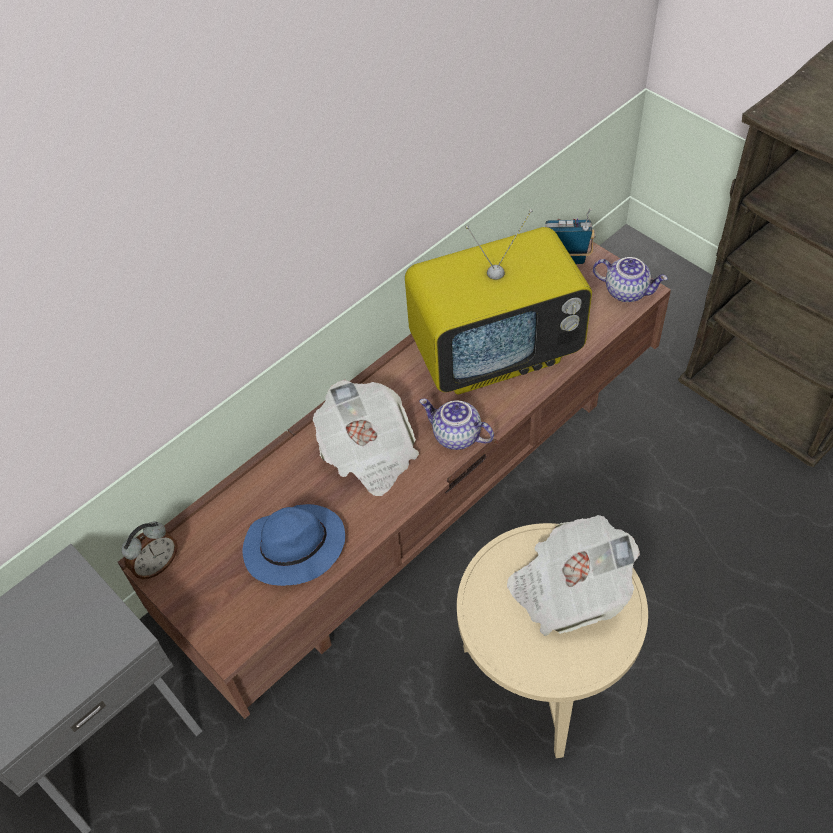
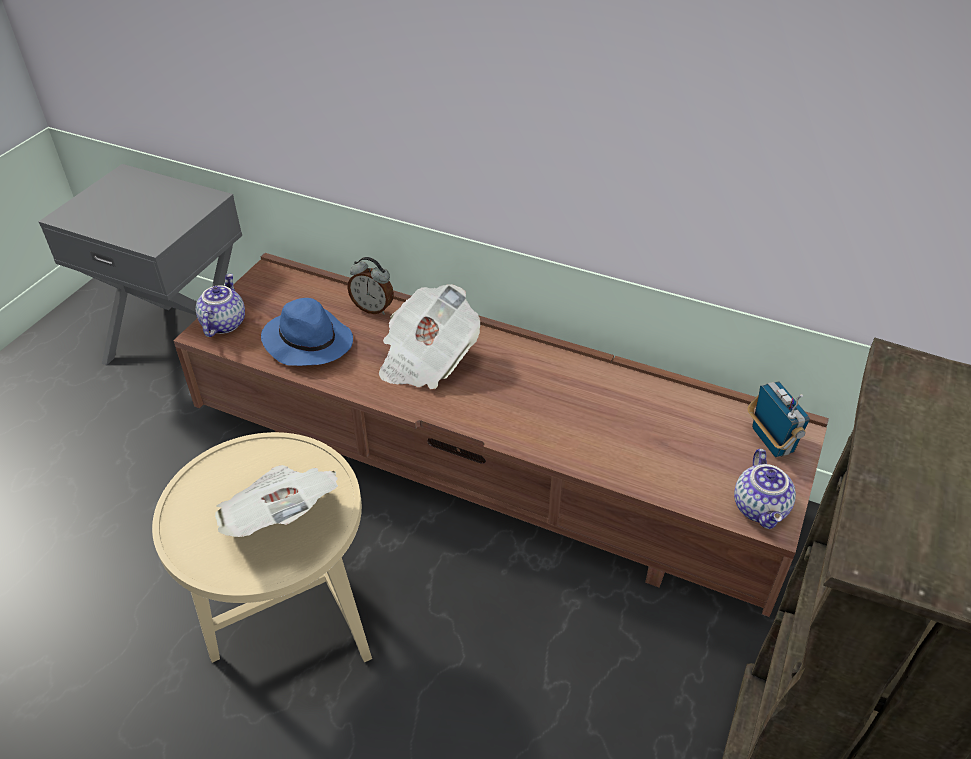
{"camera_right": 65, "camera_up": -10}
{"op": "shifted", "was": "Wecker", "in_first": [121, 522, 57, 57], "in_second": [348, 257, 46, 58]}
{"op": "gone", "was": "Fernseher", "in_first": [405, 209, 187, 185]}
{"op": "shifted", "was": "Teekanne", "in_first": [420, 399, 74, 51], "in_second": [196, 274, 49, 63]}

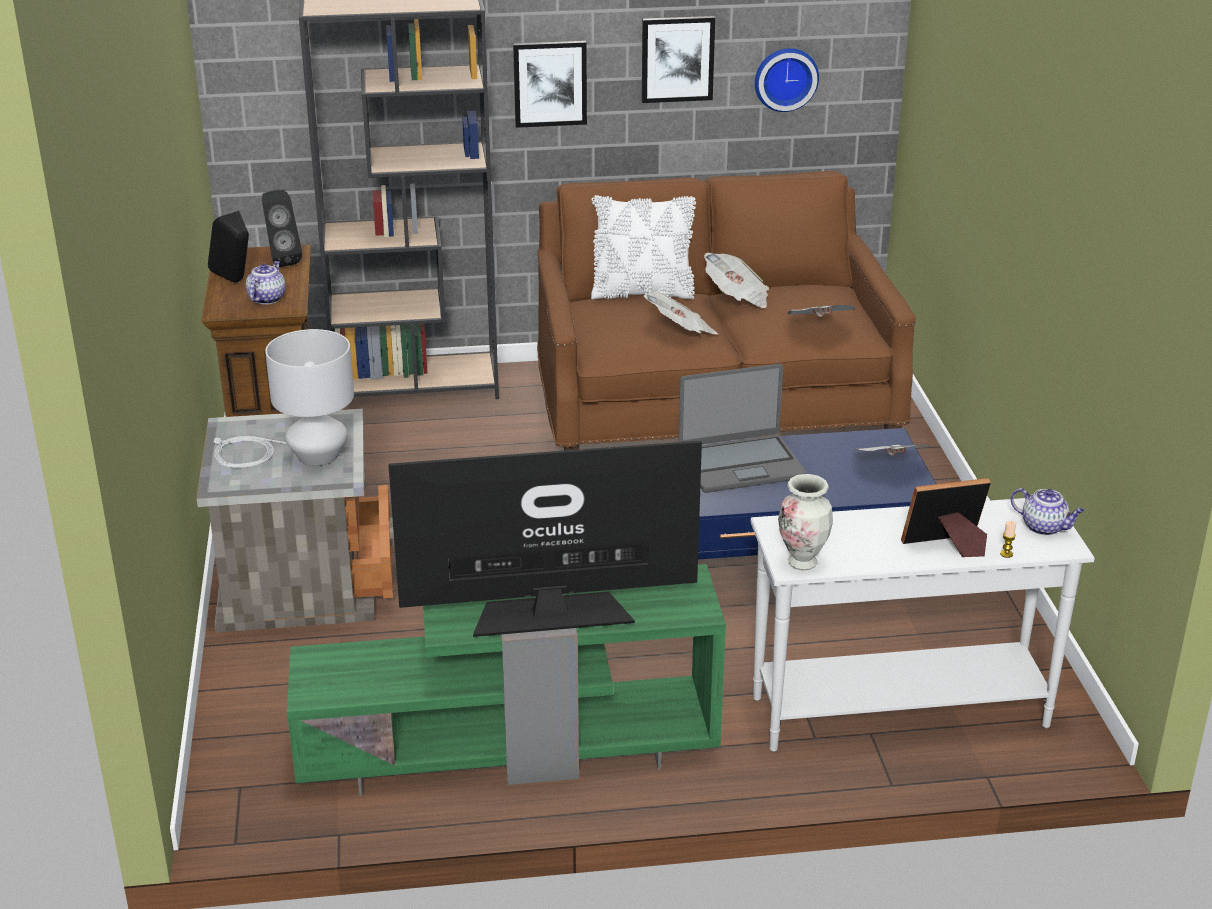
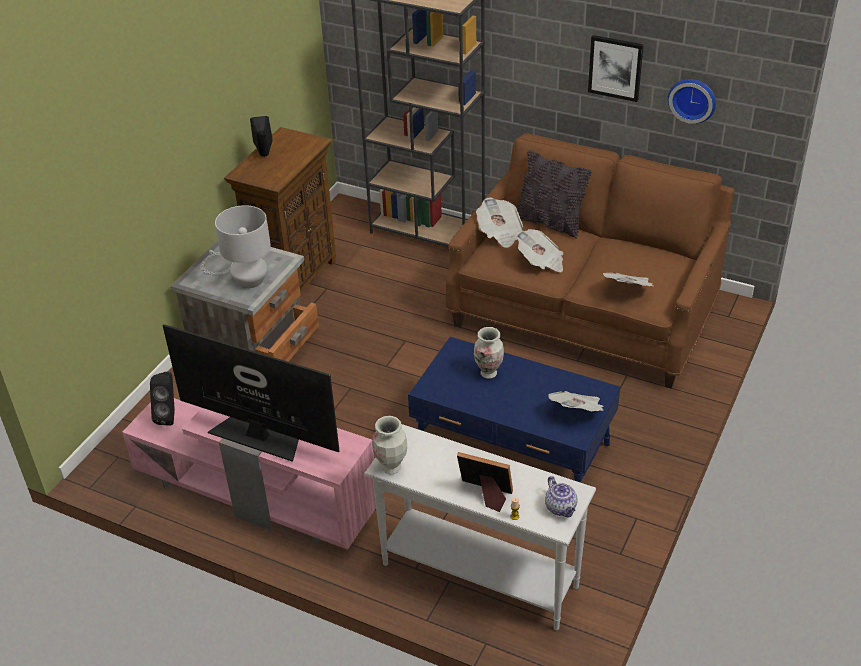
{"camera_right": 35, "camera_up": 10}
{"op": "gone", "was": "Teekanne", "in_first": [246, 261, 40, 43]}
{"op": "shifted", "was": "Lautsprecher (schwarz)", "in_first": [262, 190, 40, 77], "in_second": [150, 372, 25, 54]}
{"op": "repainted", "was": "Fernsehschrank (grün)", "now": "Fernsehschrank (rosa)", "in_first": [287, 564, 439, 232], "in_second": [122, 398, 254, 152]}
{"op": "gone", "was": "Bild", "in_first": [513, 41, 74, 87]}
{"op": "repainted", "was": "Kissen (weiß)", "now": "Kissen (schwarz)", "in_first": [591, 195, 105, 105], "in_second": [517, 150, 75, 89]}
{"op": "swapped", "was": "Laptop", "now": "Vase", "in_first": [679, 364, 128, 129], "in_second": [474, 327, 30, 52]}
{"op": "shifted", "was": "Zeitung", "in_first": [704, 253, 65, 55], "in_second": [476, 197, 47, 51]}

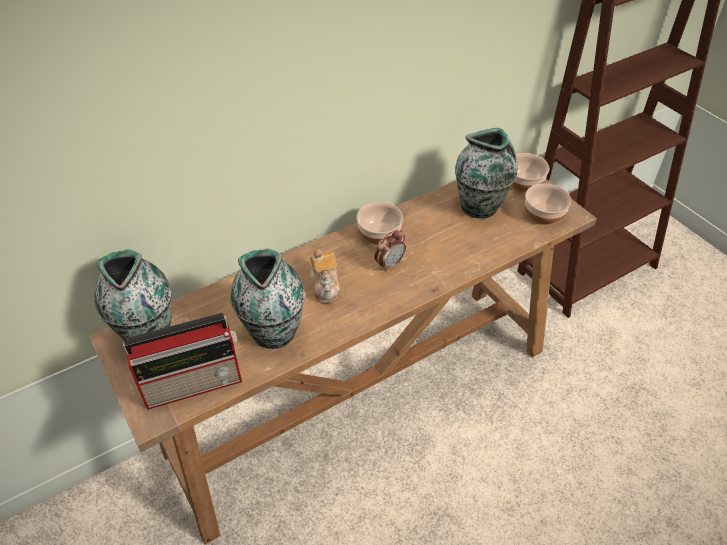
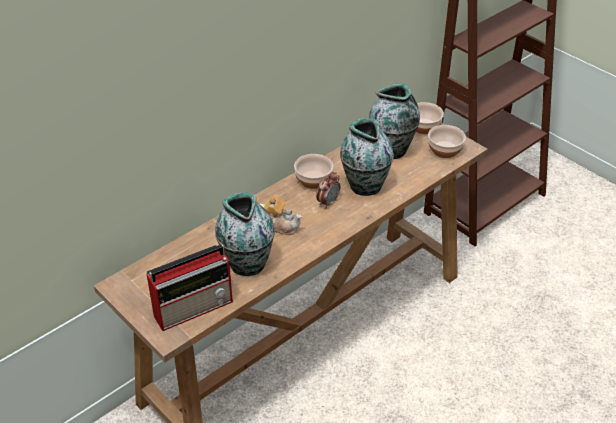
{"camera_right": -10, "camera_up": -5}
{"op": "shifted", "was": "Vase", "in_first": [94, 249, 78, 92], "in_second": [340, 118, 54, 78]}
{"op": "rotated", "was": "Teekanne", "in_first": [310, 249, 31, 55], "in_second": [260, 195, 42, 40], "clockwise": -45}

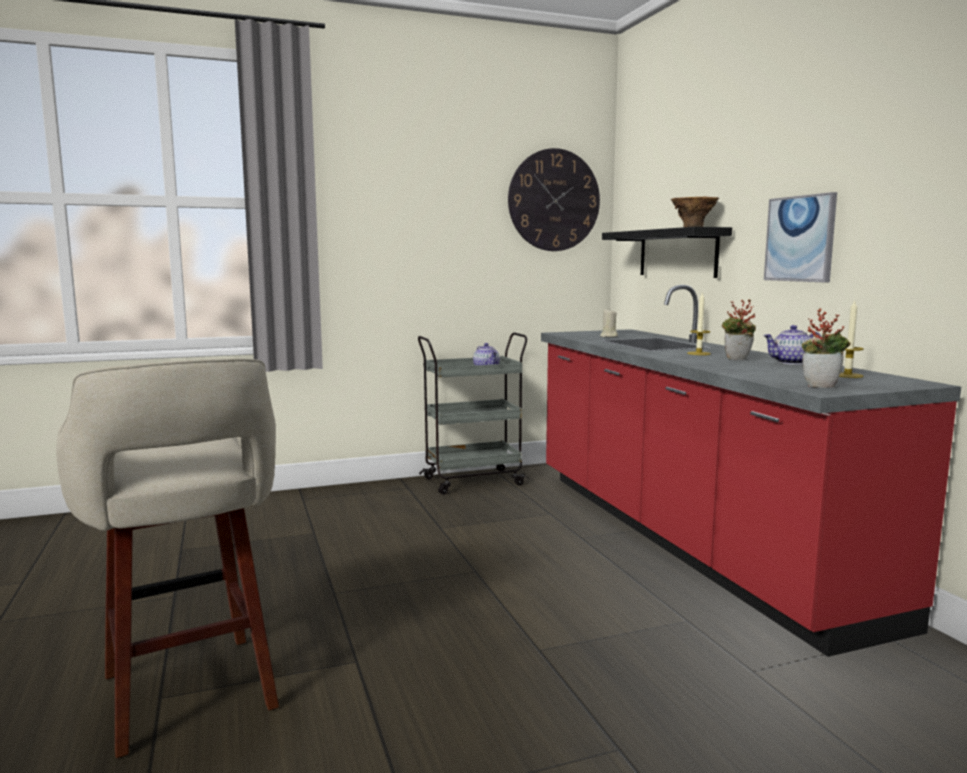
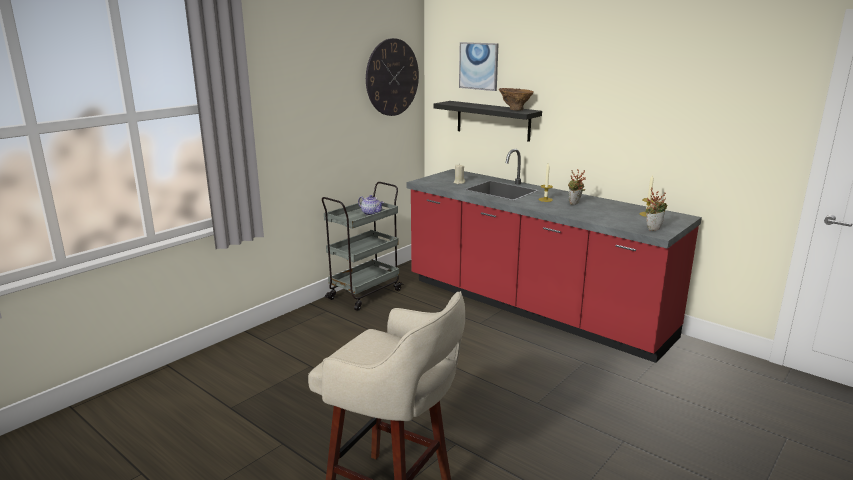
{"camera_right": -30, "camera_up": 10}
{"op": "gone", "was": "Teekanne", "in_first": [763, 325, 58, 40]}
{"op": "shifted", "was": "Bild", "in_first": [764, 192, 73, 91], "in_second": [459, 42, 40, 49]}

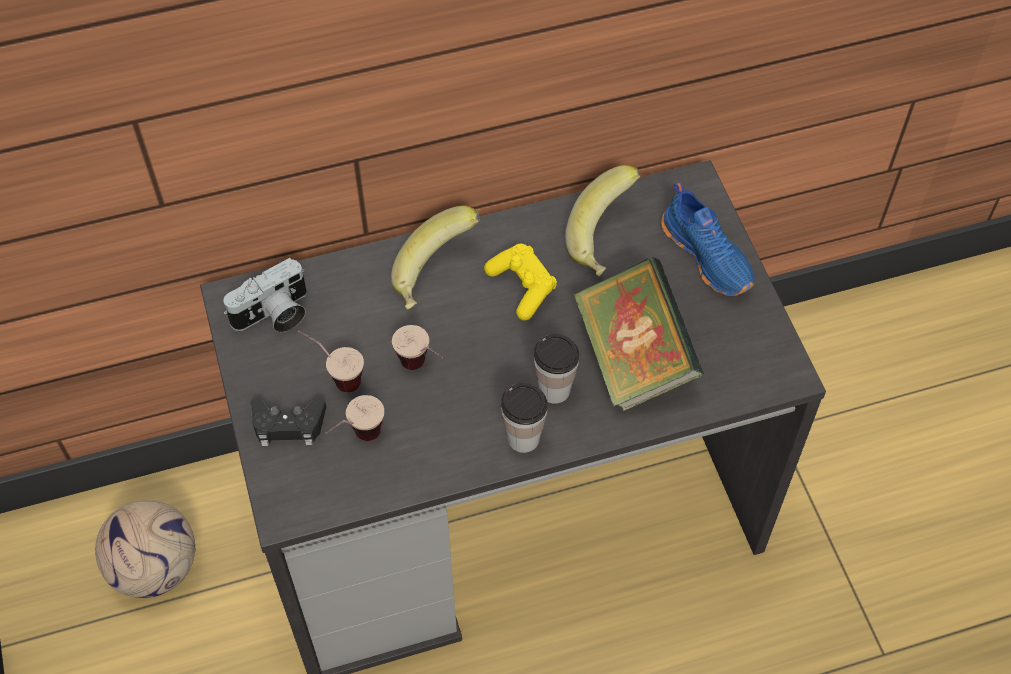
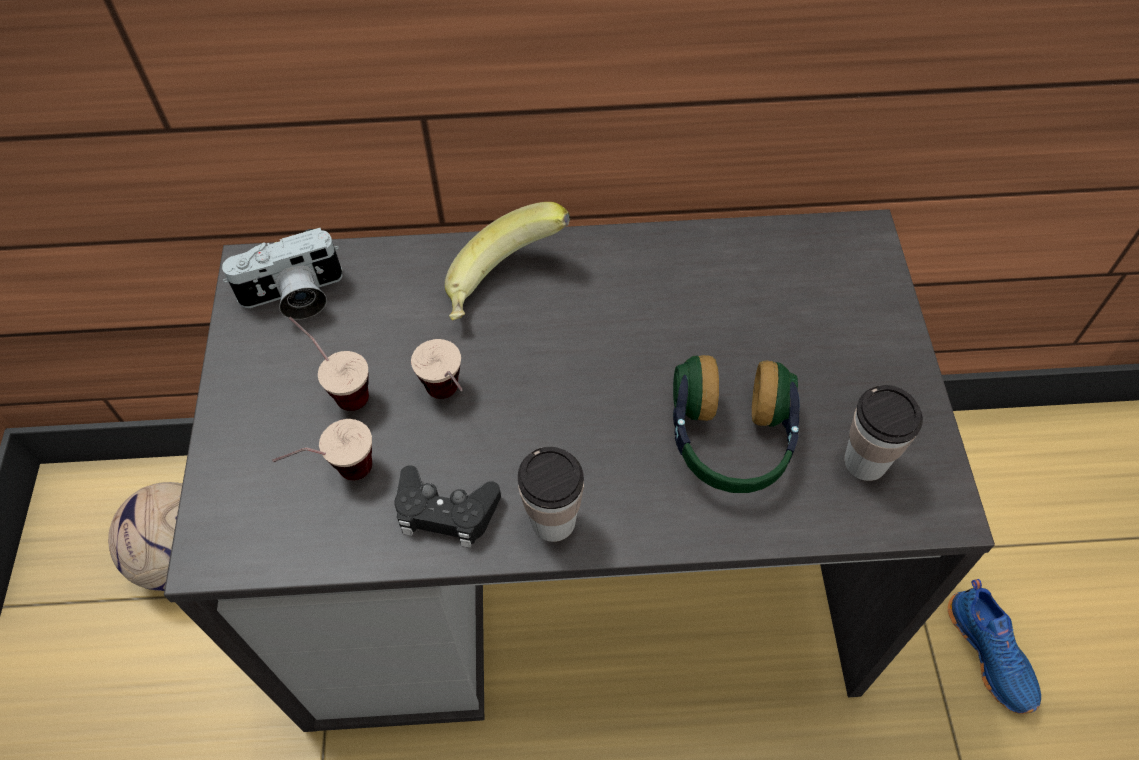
{"camera_right": 15, "camera_up": 0}
{"op": "shifted", "was": "Gamepad (schwarz)", "in_first": [250, 396, 76, 50], "in_second": [394, 465, 107, 83]}
{"op": "gone", "was": "Gamepad (gelb)", "in_first": [484, 244, 73, 76]}
{"op": "shifted", "was": "Tasse", "in_first": [534, 334, 45, 70], "in_second": [844, 385, 79, 96]}
{"op": "gone", "was": "Banane", "in_first": [565, 165, 76, 111]}
{"op": "swapped", "was": "Buch", "now": "Kopfhörer", "in_first": [573, 257, 131, 154], "in_second": [673, 355, 127, 138]}
{"op": "shifted", "was": "Schuh (blau)", "in_first": [661, 182, 94, 114], "in_second": [948, 579, 93, 135]}

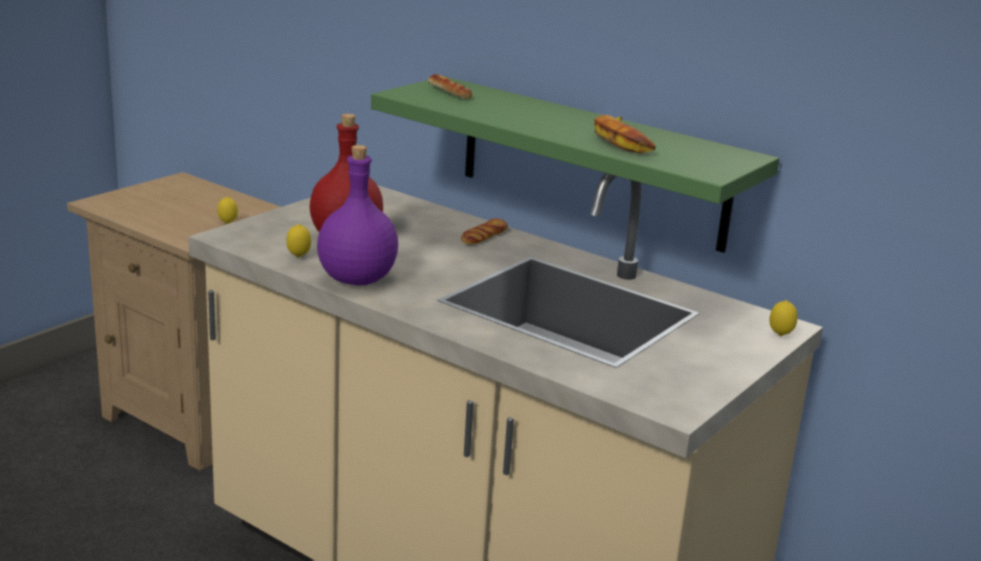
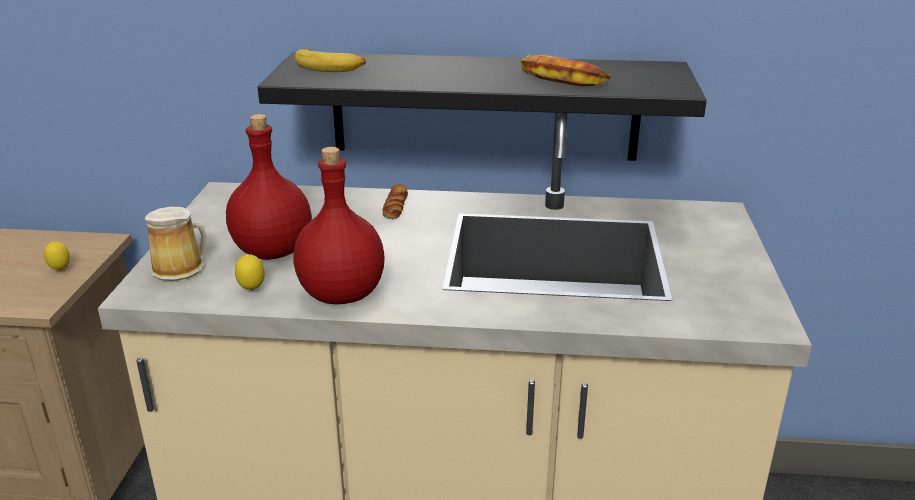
{"camera_right": -30, "camera_up": 5}
{"op": "repainted", "was": "Flasche (lila)", "now": "Flasche (rot)", "in_first": [317, 145, 81, 140], "in_second": [293, 147, 92, 157]}
{"op": "repainted", "was": "Wandregal (grün)", "now": "Wandregal (schwarz)", "in_first": [371, 76, 408, 177], "in_second": [258, 52, 449, 109]}
{"op": "swapped", "was": "Brot", "now": "Banane", "in_first": [428, 74, 44, 25], "in_second": [295, 48, 71, 24]}
{"op": "gone", "was": "Zitrone", "in_first": [770, 300, 28, 36]}
{"op": "new", "now": "Henkelbecher", "in_second": [145, 207, 62, 74]}

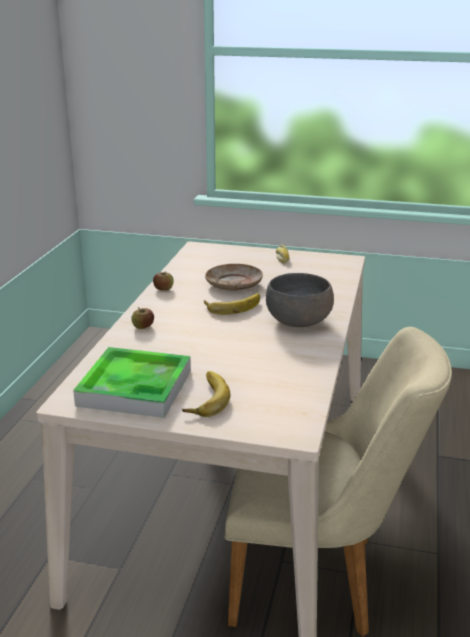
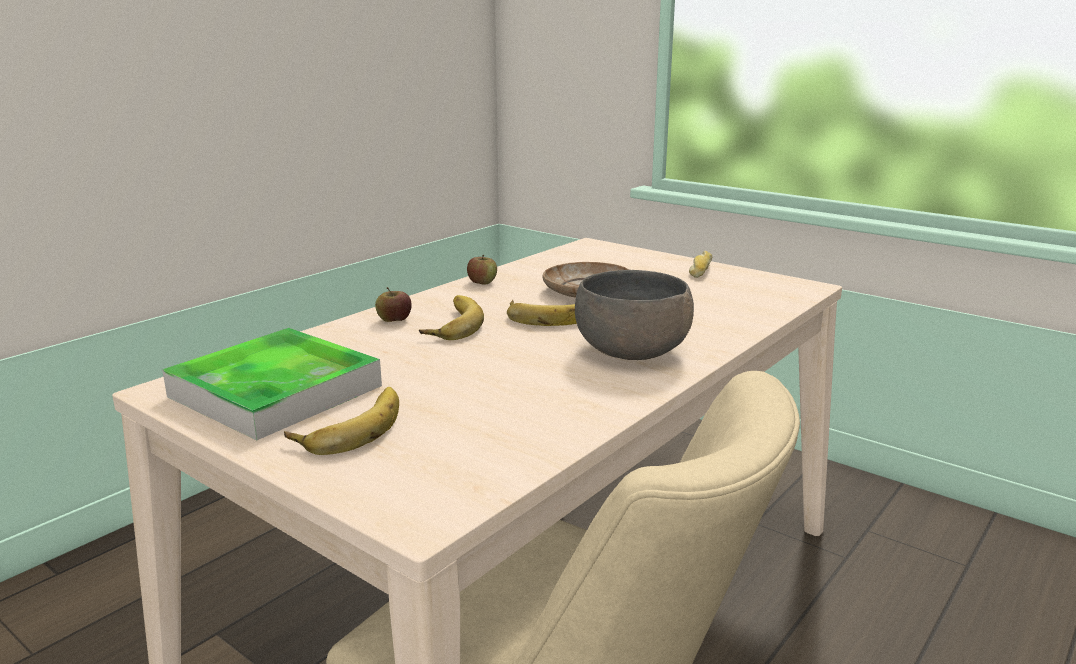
{"camera_right": 25, "camera_up": -5}
{"op": "new", "now": "Banane", "in_second": [419, 295, 65, 45]}

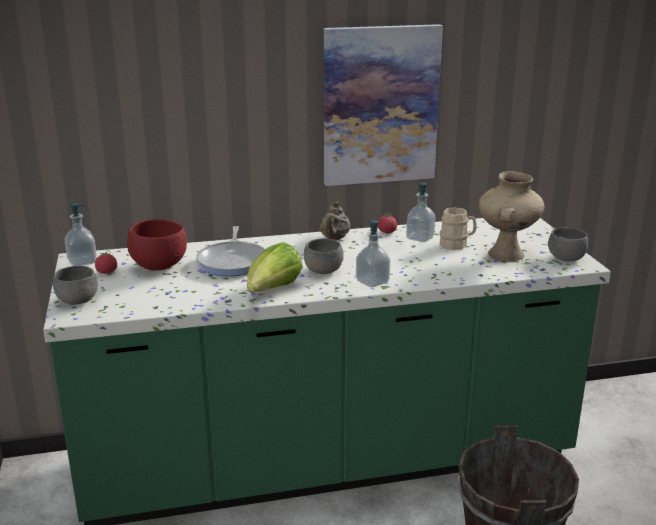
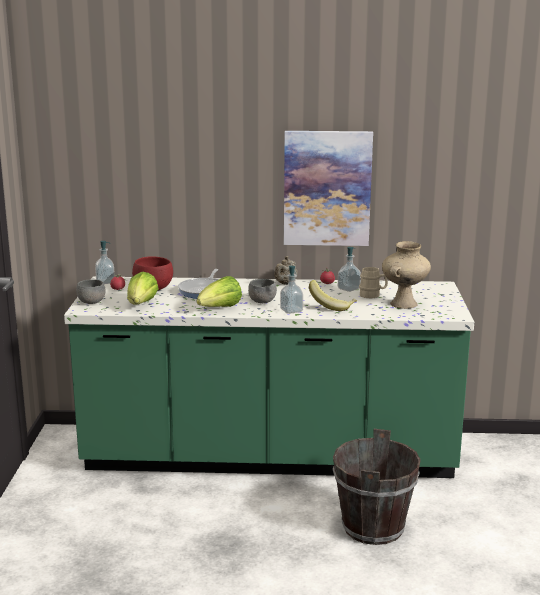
{"camera_right": 15, "camera_up": -5}
{"op": "gone", "was": "Schüssel (grau)", "in_first": [548, 227, 40, 34]}
{"op": "new", "now": "Salatkopf", "in_second": [127, 271, 32, 33]}
{"op": "new", "now": "Banane", "in_second": [309, 280, 48, 31]}

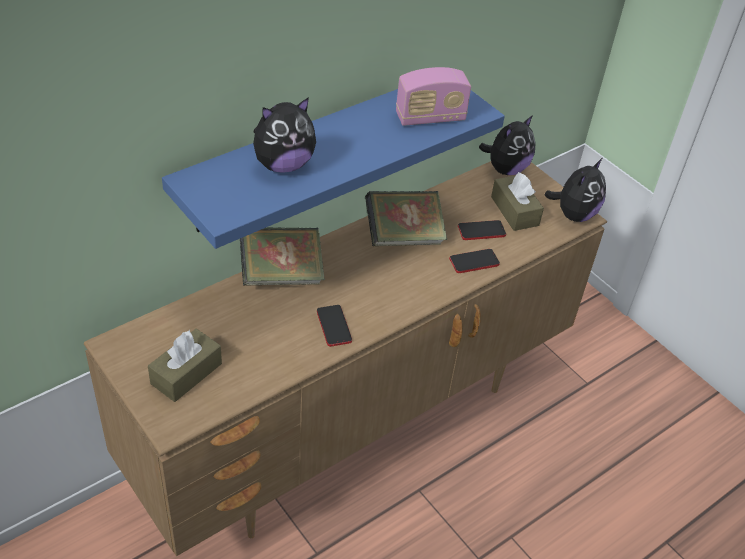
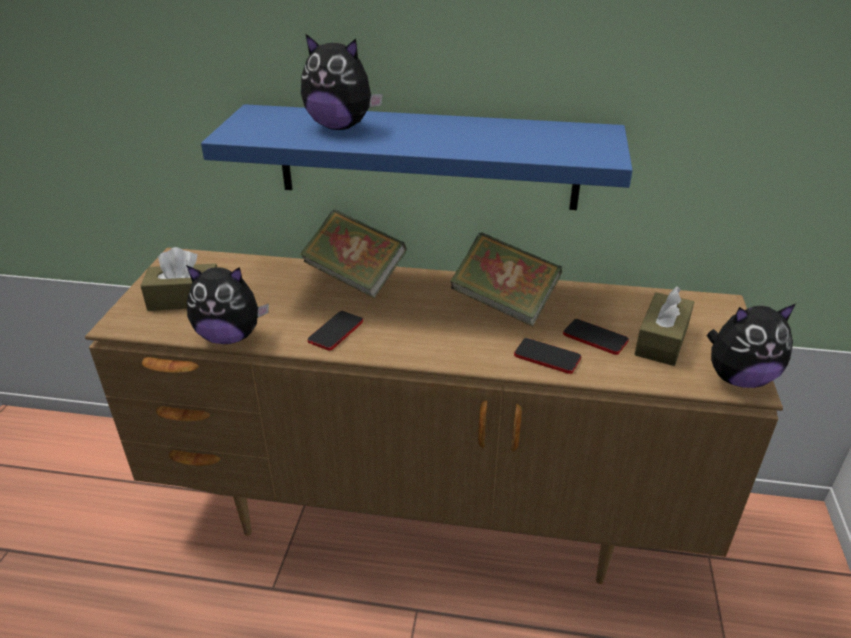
{"camera_right": 50, "camera_up": -10}
{"op": "gone", "was": "Radio", "in_first": [396, 67, 75, 59]}
{"op": "shifted", "was": "Plüschtier", "in_first": [479, 115, 57, 60], "in_second": [186, 265, 83, 79]}

